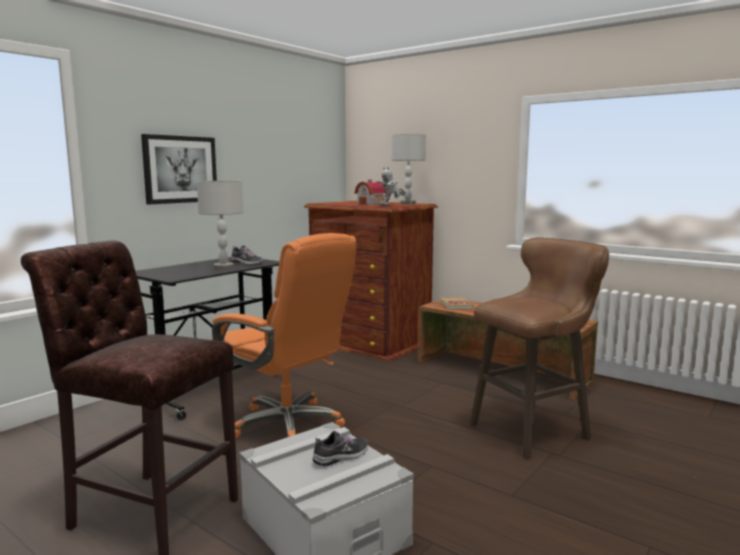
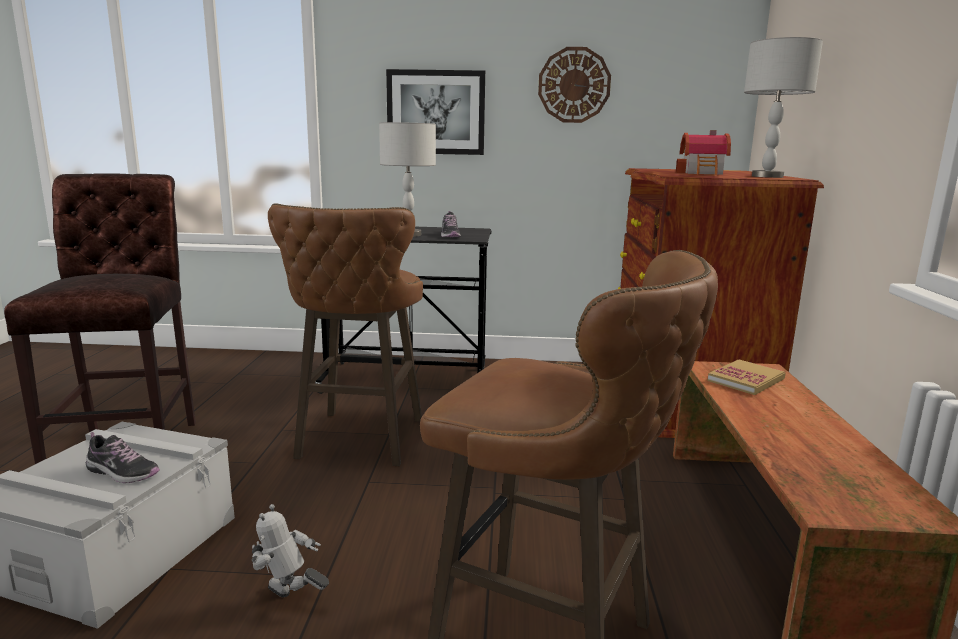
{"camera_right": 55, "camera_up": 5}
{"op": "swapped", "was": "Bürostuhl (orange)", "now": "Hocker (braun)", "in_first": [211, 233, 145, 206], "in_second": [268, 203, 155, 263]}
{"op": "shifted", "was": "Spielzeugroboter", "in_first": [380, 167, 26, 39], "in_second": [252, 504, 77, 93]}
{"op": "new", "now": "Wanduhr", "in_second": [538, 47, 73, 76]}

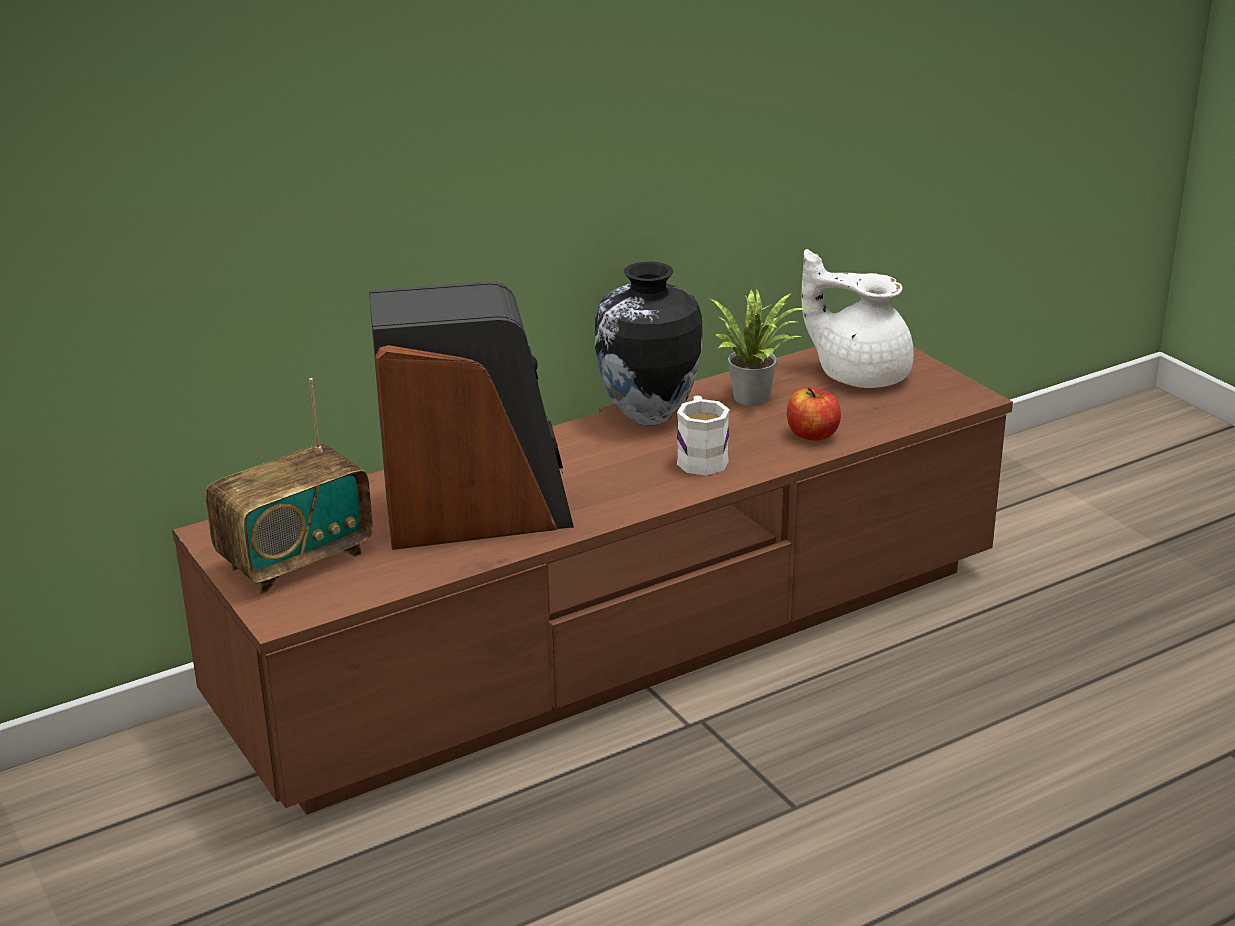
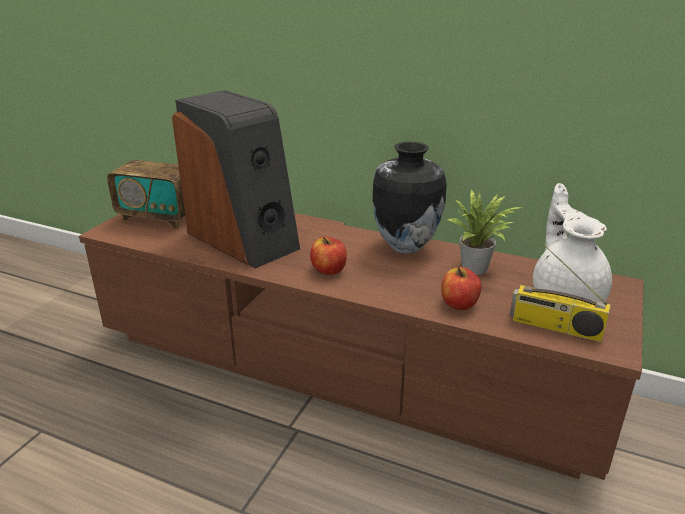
{"camera_right": 55, "camera_up": 0}
{"op": "gone", "was": "Henkelbecher (weiß)", "in_first": [677, 396, 53, 79]}
{"op": "new", "now": "Apfel", "in_second": [310, 237, 37, 38]}
{"op": "new", "now": "Radio", "in_second": [510, 243, 100, 99]}

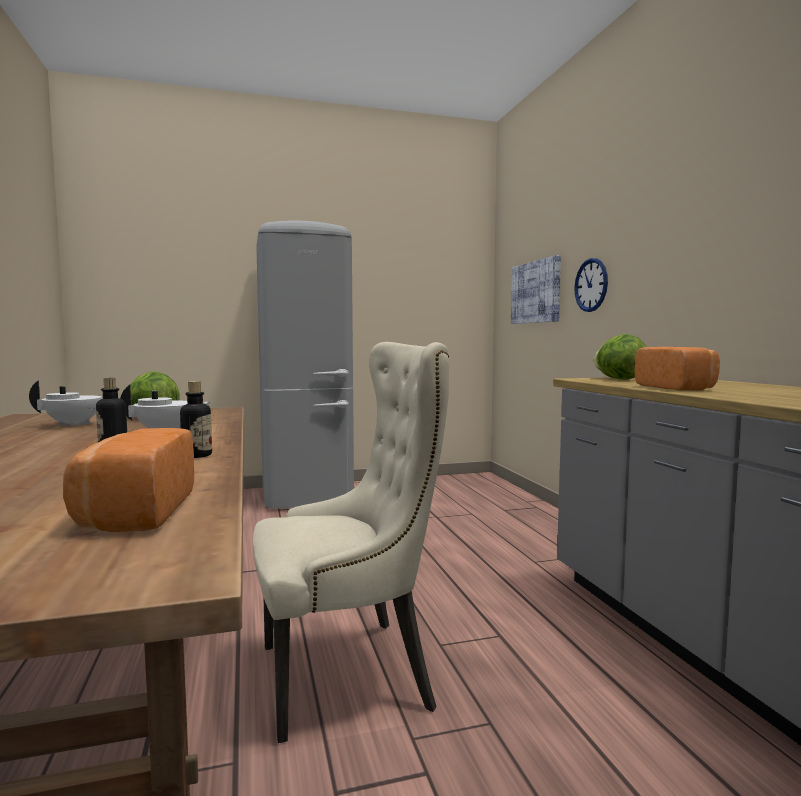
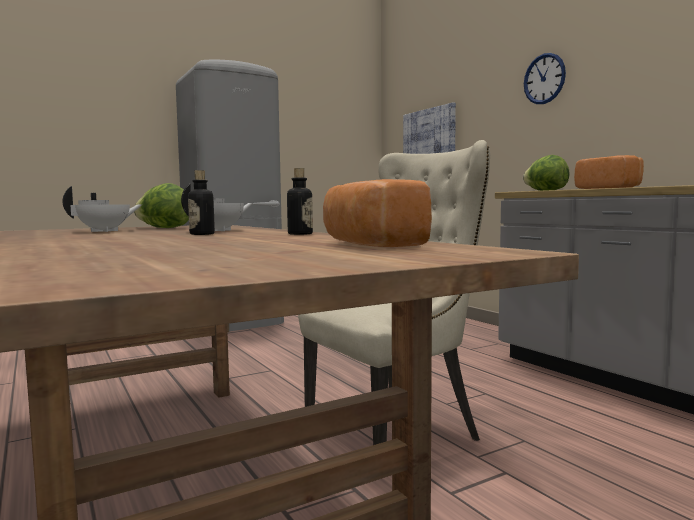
{"camera_right": -15, "camera_up": 0}
{"op": "shifted", "was": "Wanduhr", "in_first": [574, 258, 34, 54], "in_second": [524, 53, 42, 51]}

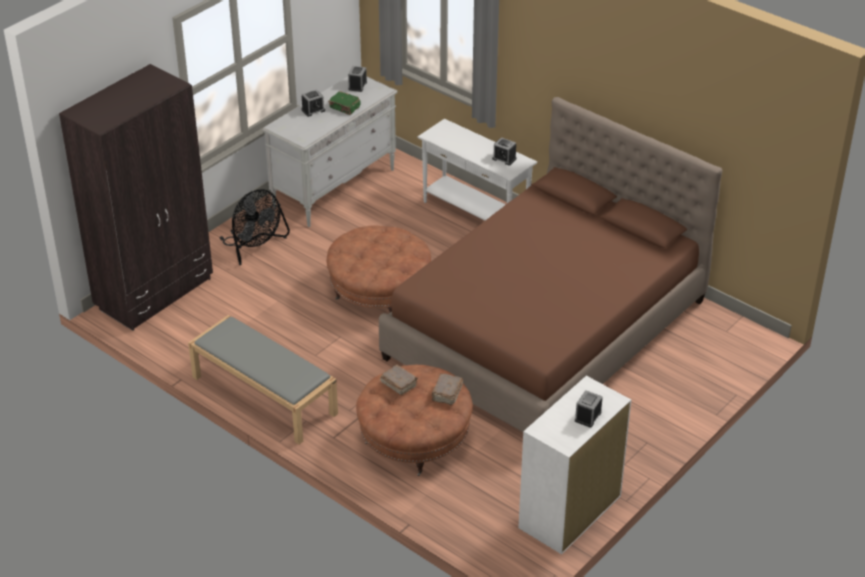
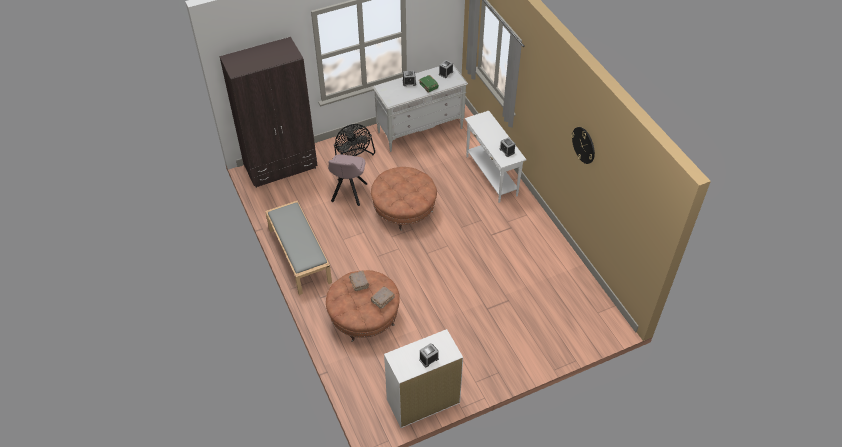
{"camera_right": 25, "camera_up": 10}
{"op": "gone", "was": "Bett (braun)", "in_first": [379, 97, 343, 335]}
{"op": "new", "now": "Stuhl (rosa)", "in_second": [328, 154, 39, 52]}
{"op": "new", "now": "Wanduhr", "in_second": [571, 127, 24, 37]}

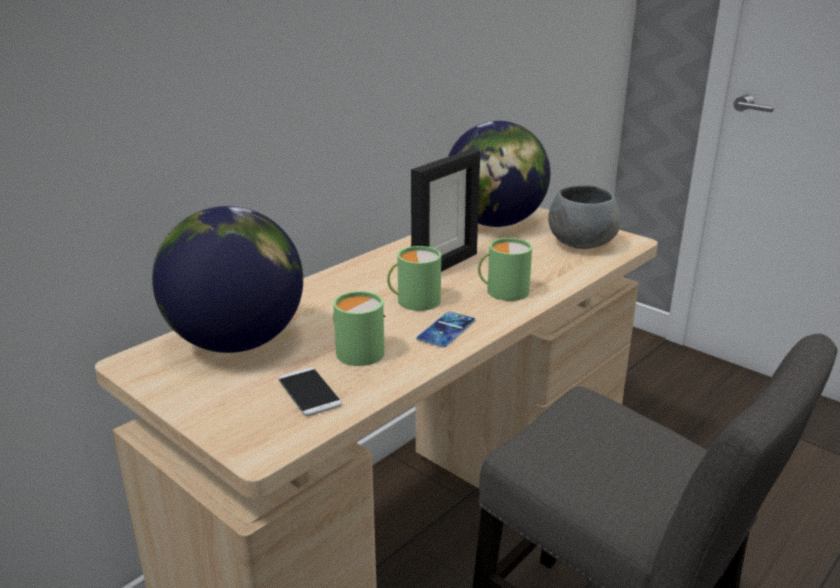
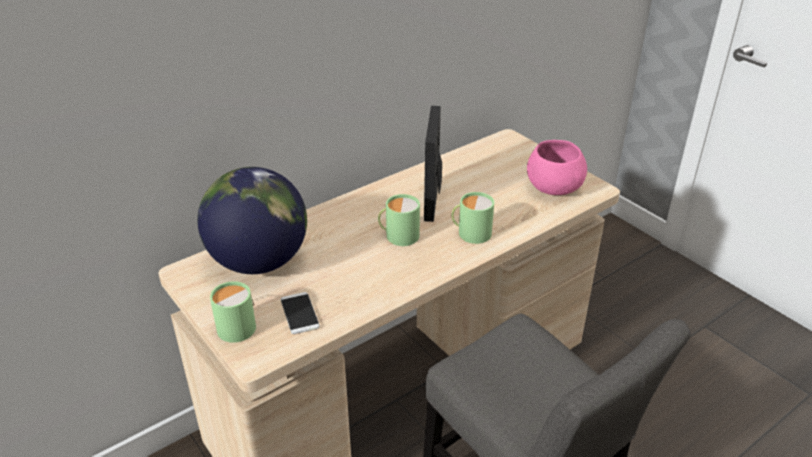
{"camera_right": 10, "camera_up": 10}
{"op": "shifted", "was": "Henkelbecher (grün)", "in_first": [333, 291, 53, 75], "in_second": [210, 281, 46, 62]}
{"op": "rotated", "was": "Bilderrahmen", "in_first": [410, 149, 70, 123], "in_second": [424, 106, 18, 116], "clockwise": 135}
{"op": "gone", "was": "Handy", "in_first": [417, 311, 58, 36]}
{"op": "gone", "was": "Globus", "in_first": [448, 121, 102, 106]}
{"op": "repainted", "was": "Schüssel (grau)", "now": "Schüssel (rosa)", "in_first": [548, 185, 73, 64], "in_second": [527, 140, 60, 55]}

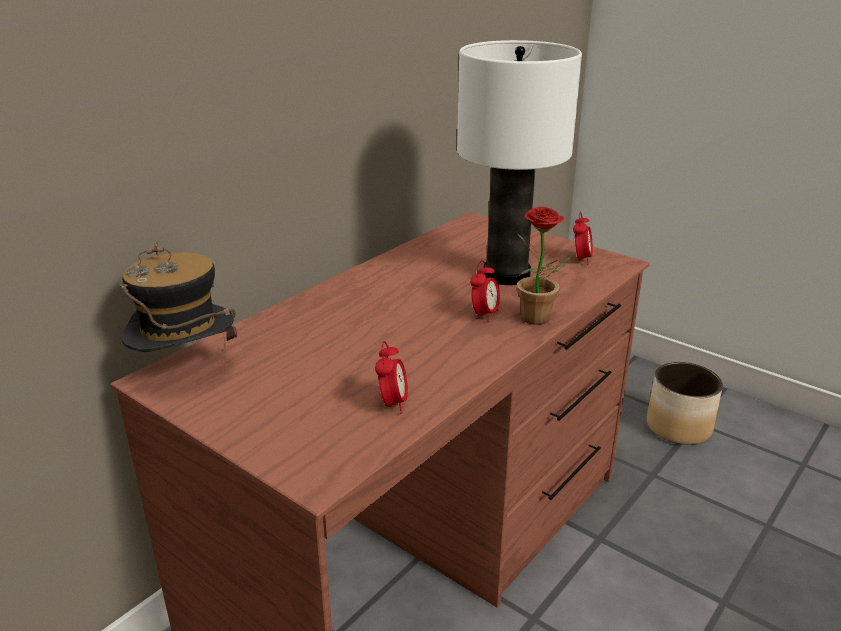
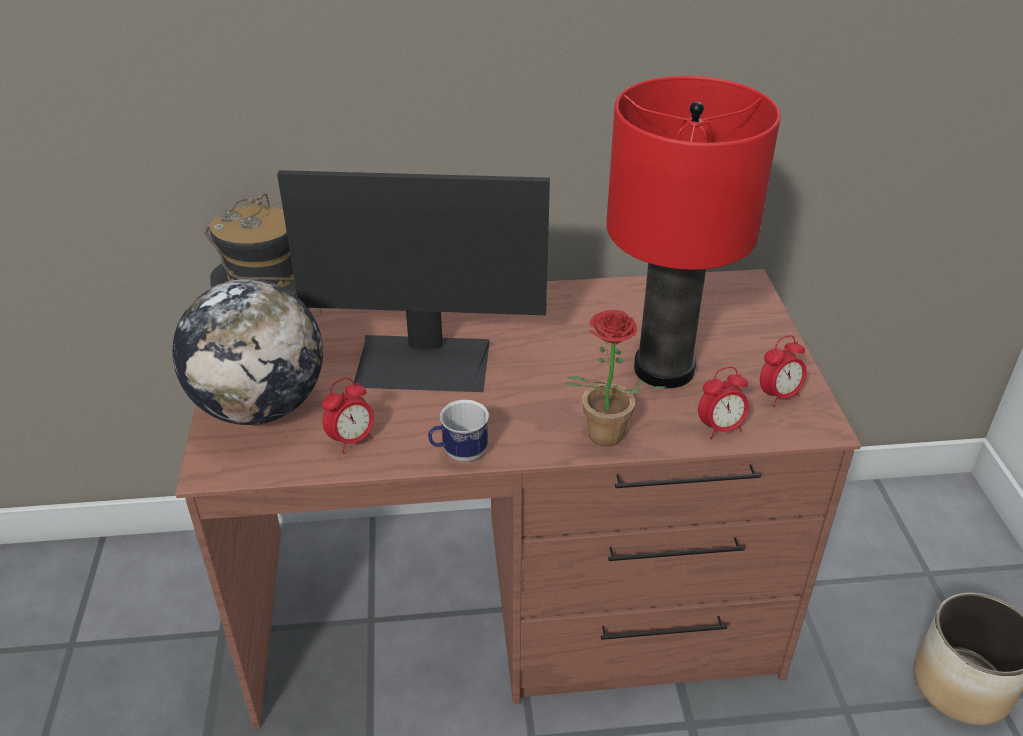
{"camera_right": 45, "camera_up": 10}
{"op": "repainted", "was": "Tischlampe (weiß)", "now": "Tischlampe (rot)", "in_first": [457, 40, 125, 245], "in_second": [606, 76, 174, 312]}
{"op": "shifted", "was": "Wecker", "in_first": [470, 261, 30, 61], "in_second": [698, 367, 51, 72]}
{"op": "new", "now": "Globus", "in_second": [172, 279, 151, 146]}
{"op": "new", "now": "Monitor", "in_second": [277, 170, 273, 222]}
{"op": "new", "now": "Henkelbecher", "in_second": [428, 400, 61, 62]}

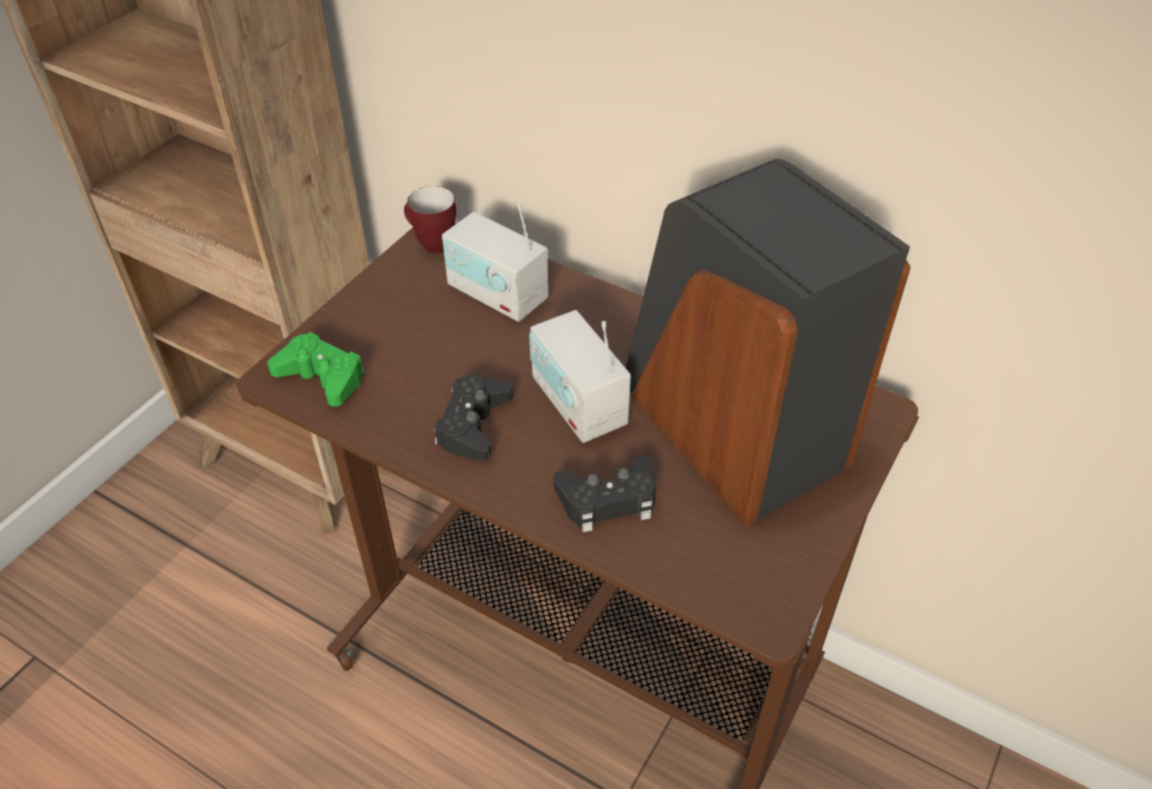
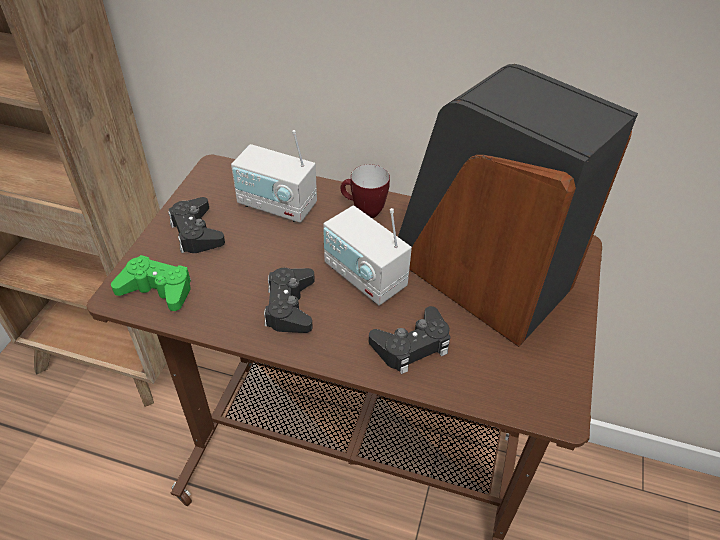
{"camera_right": -15, "camera_up": 0}
{"op": "shifted", "was": "Henkelbecher", "in_first": [404, 186, 52, 68], "in_second": [341, 164, 49, 54]}
{"op": "new", "now": "Gamepad (schwarz)", "in_second": [168, 197, 57, 56]}

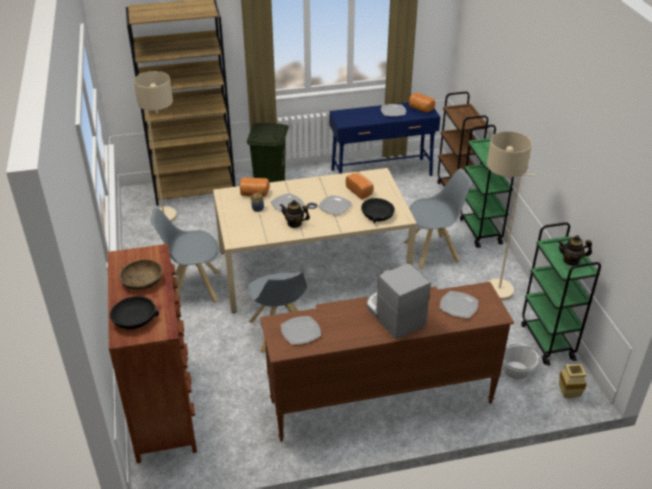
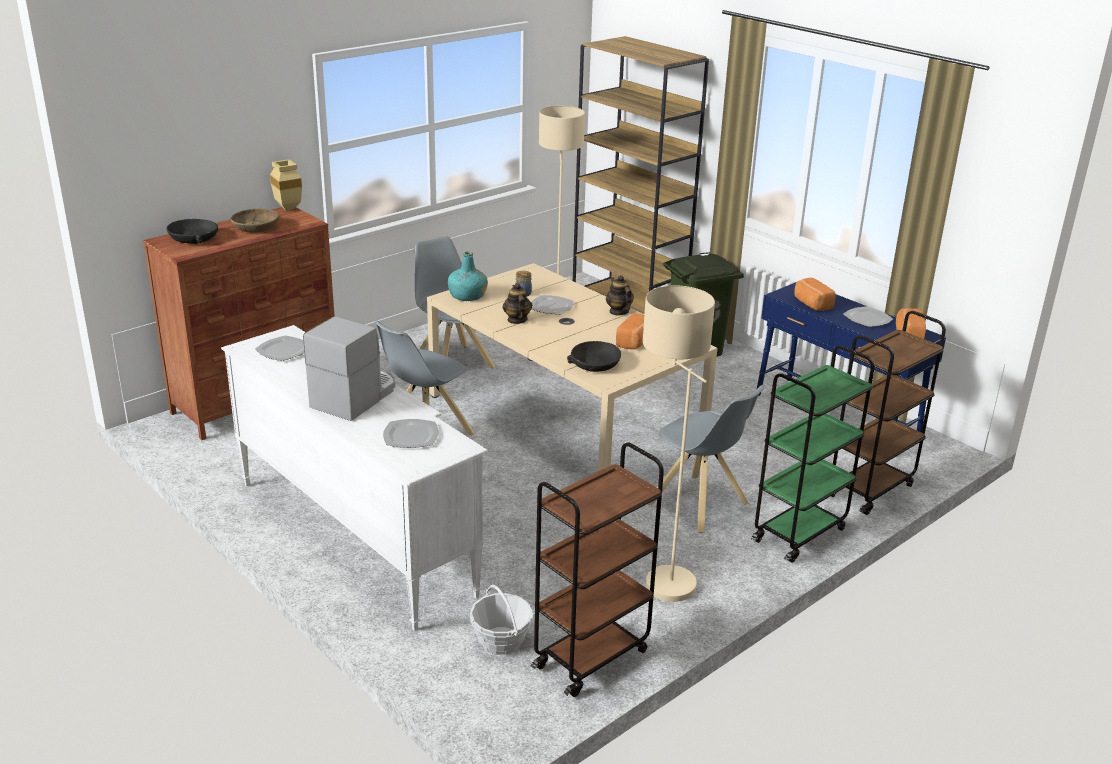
{"camera_right": 60, "camera_up": -10}
{"op": "shifted", "was": "Brot", "in_first": [240, 177, 29, 20], "in_second": [794, 278, 42, 33]}
{"op": "repainted", "was": "Schrank (braun)", "now": "Schrank (weiß)", "in_first": [260, 282, 254, 160], "in_second": [221, 325, 267, 306]}
{"op": "gone", "was": "Teller", "in_first": [319, 195, 33, 20]}
{"op": "repainted", "was": "Rollwagen (grün)", "now": "Rollwagen (braun)", "in_first": [521, 222, 80, 144], "in_second": [531, 442, 133, 255]}
{"op": "shifted", "was": "Teekanne", "in_first": [558, 235, 34, 31], "in_second": [606, 275, 28, 40]}
{"op": "shifted", "was": "Vase (beige)", "in_first": [559, 364, 28, 34], "in_second": [270, 159, 32, 51]}
{"op": "new", "now": "Flasche (türkis)", "in_second": [448, 251, 40, 50]}

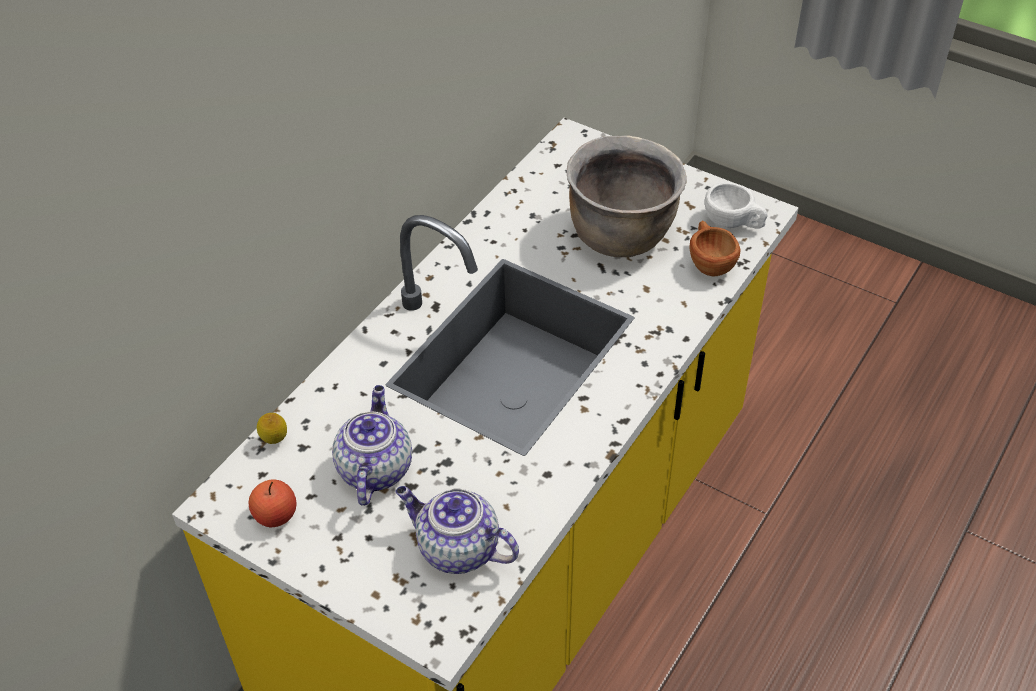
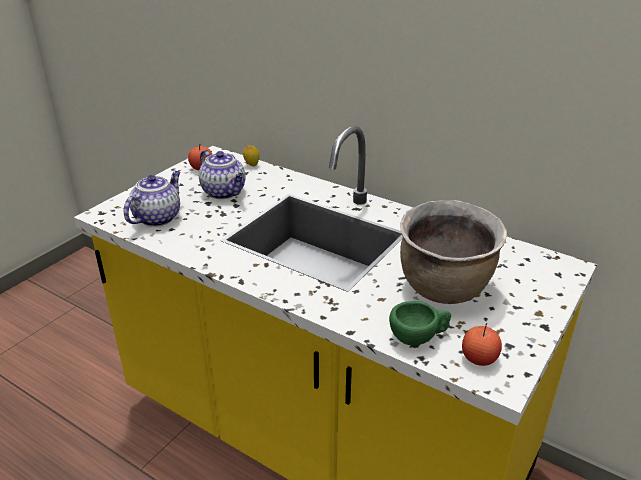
{"camera_right": 90, "camera_up": -15}
{"op": "rotated", "was": "Teekanne", "in_first": [332, 385, 80, 121], "in_second": [199, 150, 47, 49], "clockwise": 45}
{"op": "repainted", "was": "Tasse (braun)", "now": "Tasse (grün)", "in_first": [690, 221, 50, 55], "in_second": [389, 301, 62, 45]}
{"op": "swapped", "was": "Tasse (weiß)", "now": "Apfel", "in_first": [705, 182, 63, 47], "in_second": [462, 323, 40, 43]}

